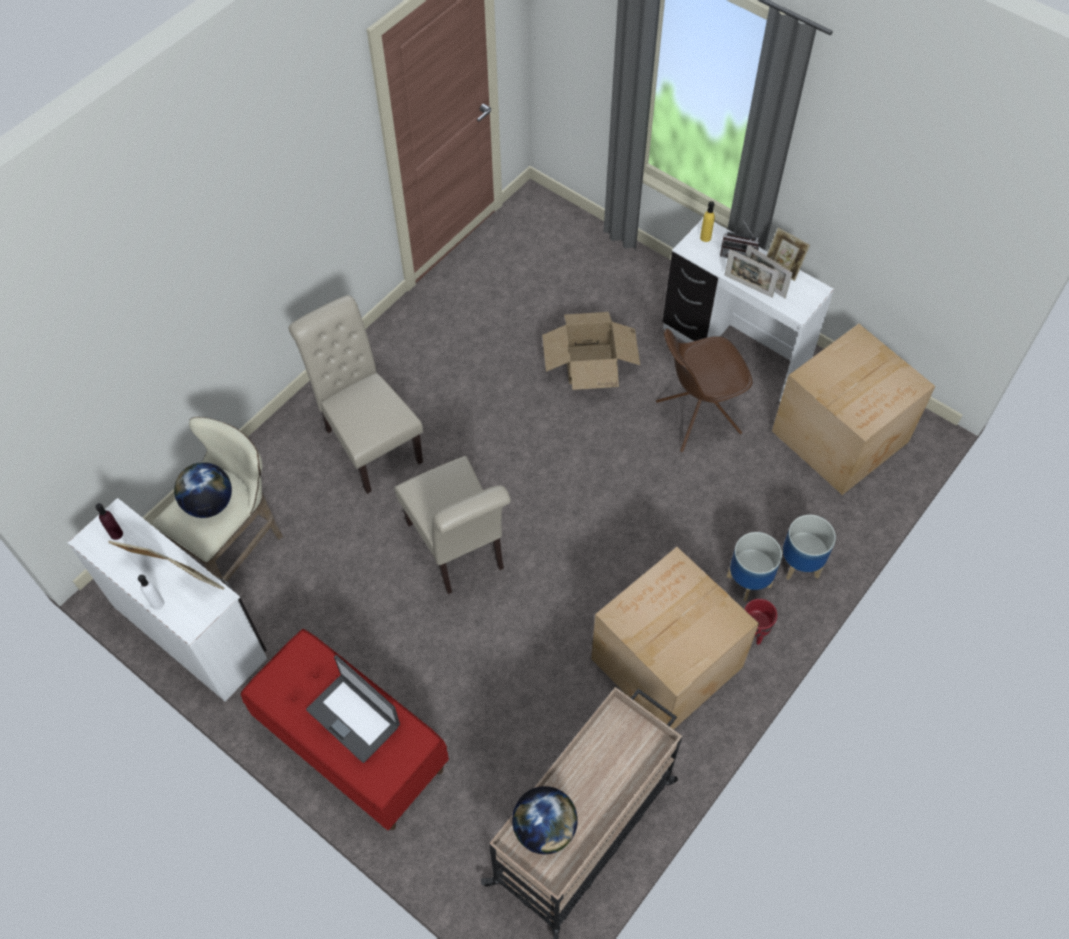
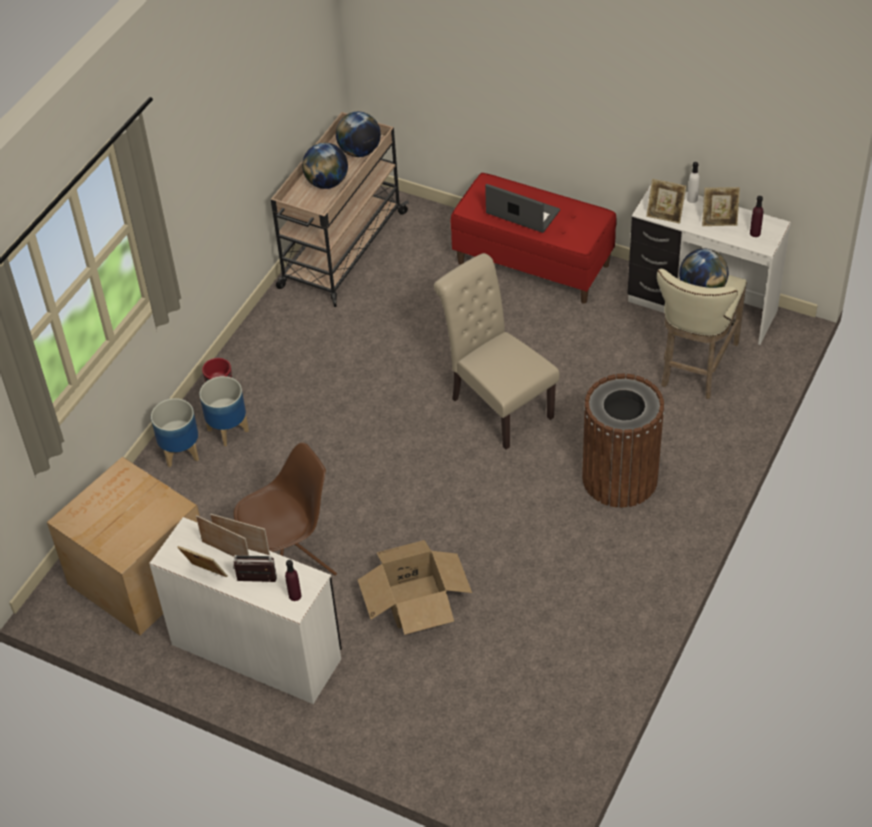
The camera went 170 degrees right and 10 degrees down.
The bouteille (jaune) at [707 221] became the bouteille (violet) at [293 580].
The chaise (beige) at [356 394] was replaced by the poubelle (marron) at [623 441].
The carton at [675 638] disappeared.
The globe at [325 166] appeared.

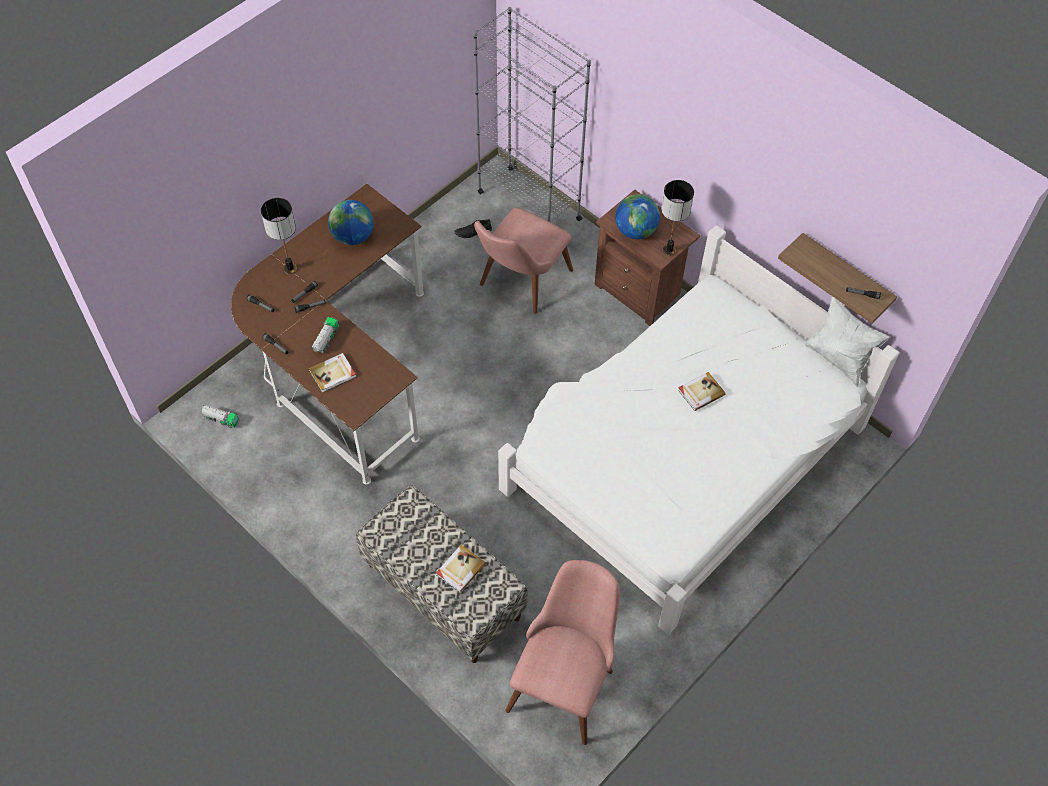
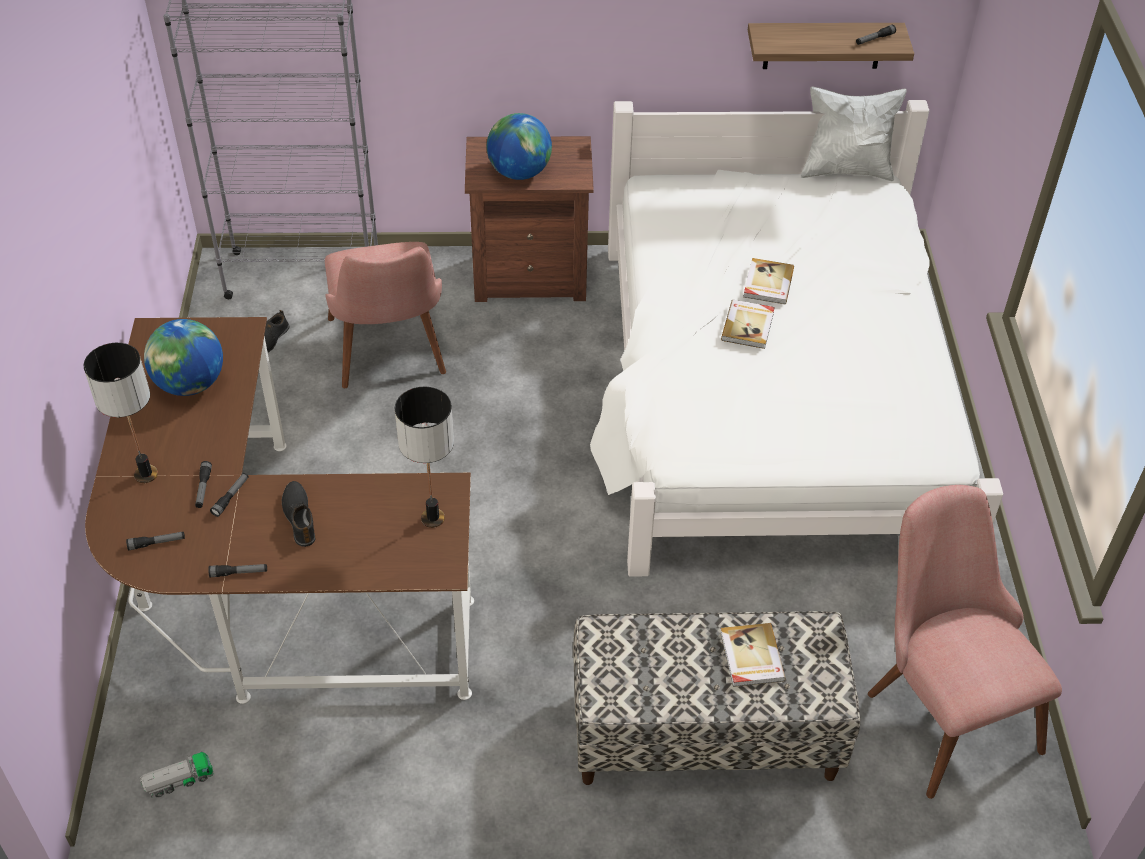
The camera went 45 degrees left and 10 degrees down.
The lampe de table moved from [677 218] to [424 457].
The camion jouet at [325 335] was replaced by the chaussure (noir) at [298 514].
The livre moved from [332 373] to [748 324].

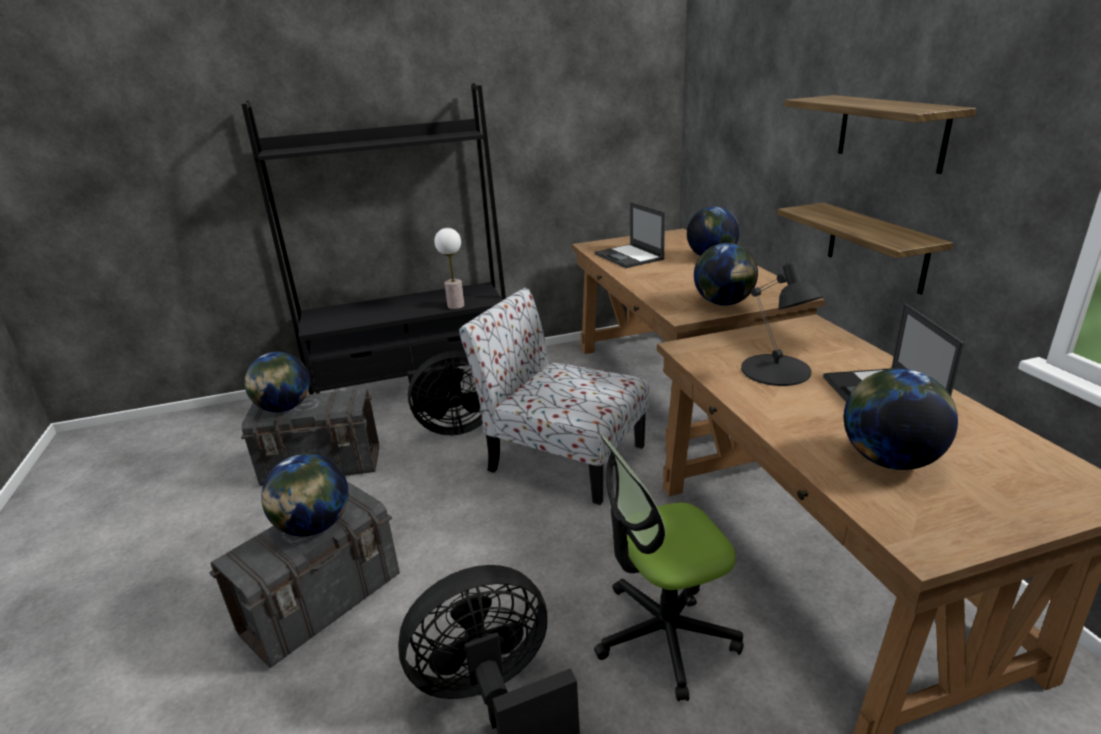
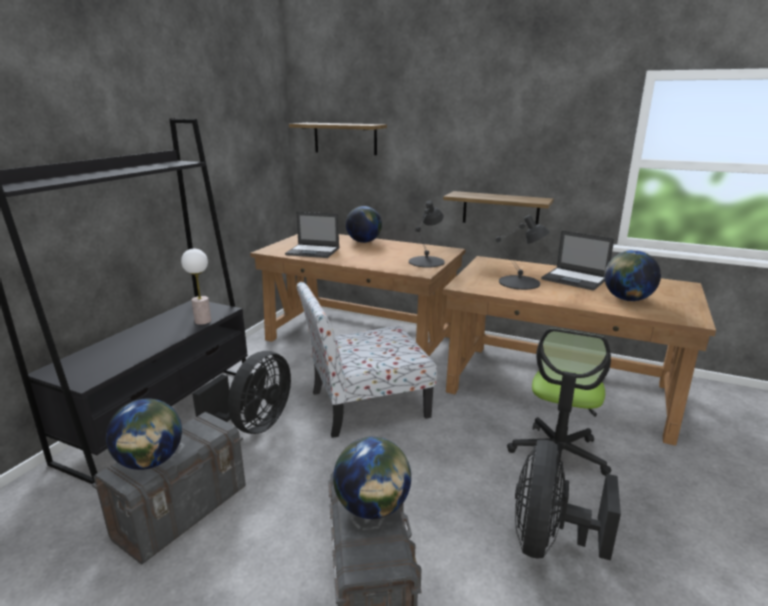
The camera went 50 degrees left and 5 degrees down.
The étagère moved from [880 134] to [338 139].
The globe at [726 274] was replaced by the lampe de table (noir) at [427 234].

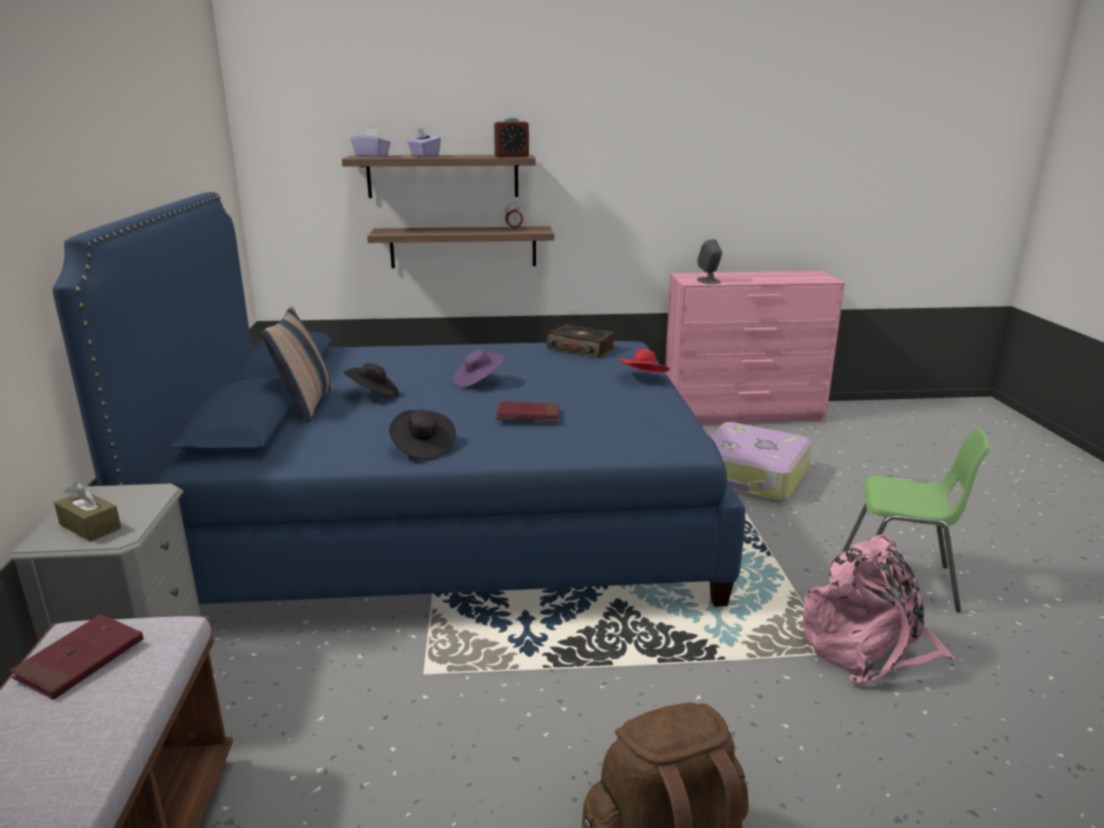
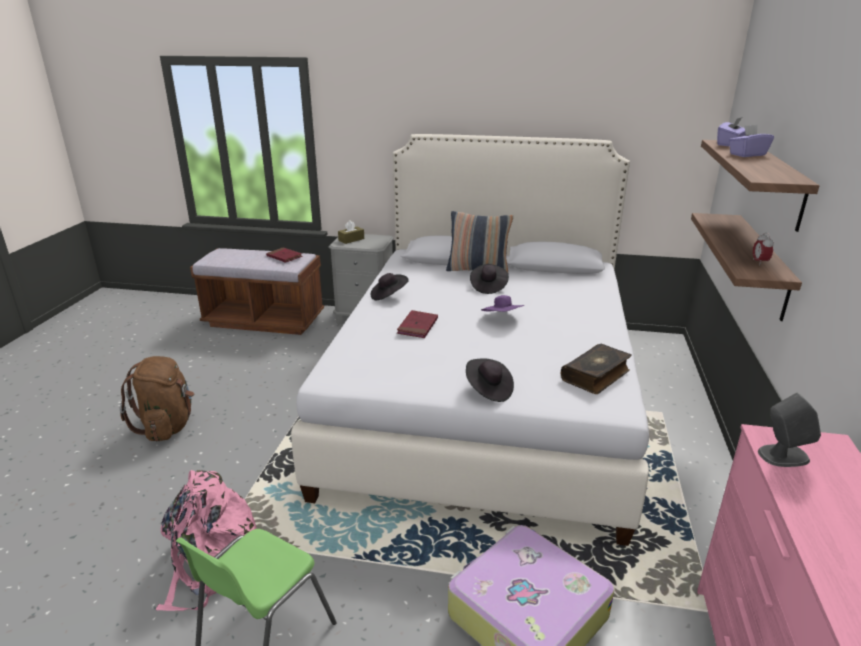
The camera went 105 degrees right and 5 degrees up.
The réveil at [511 137] disappeared.
The lit (bleu) at [399 399] became the lit (blanc) at [470 340].
The chapeau (rouge) at [644 360] became the chapeau (noir) at [490 380].

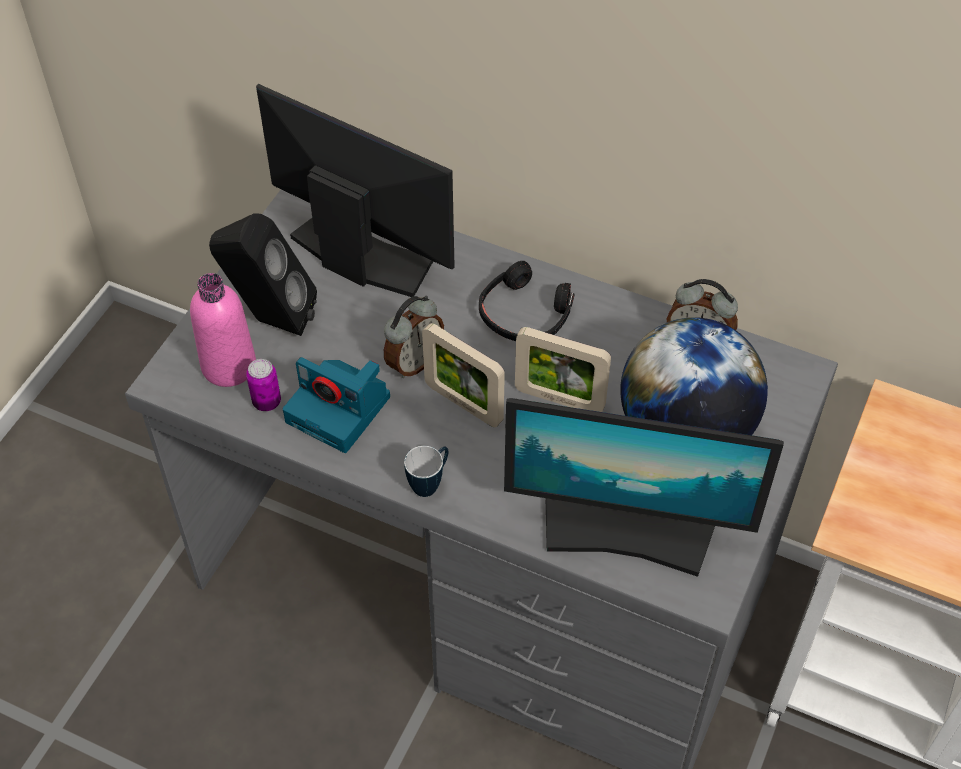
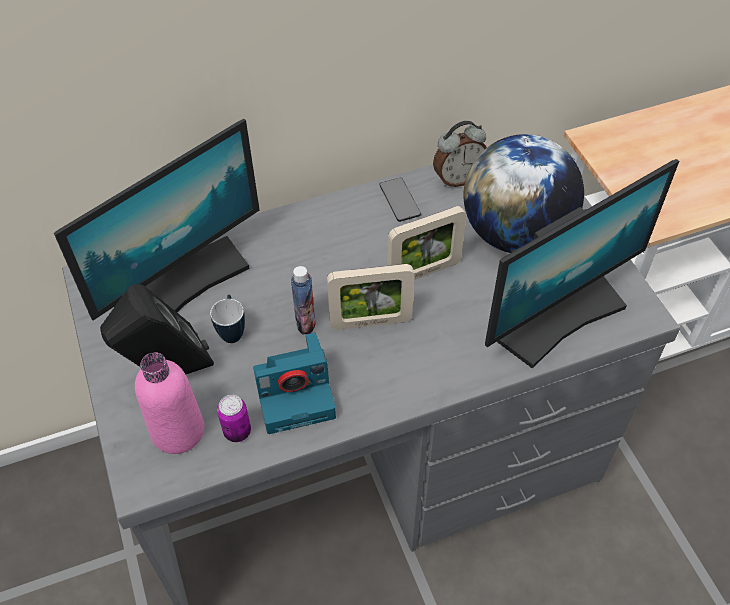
The camera went 45 degrees left and 0 degrees up.
The écran d'ordinateur at [355 190] turned 150 degrees clockwise.
The casque audio (noir) at [527 301] disappeared.
The réveil at [414 337] was replaced by the bouteille at [303 300].
The mug moved from [426 471] to [227 319].
The téléphone at [400 200] appeared.

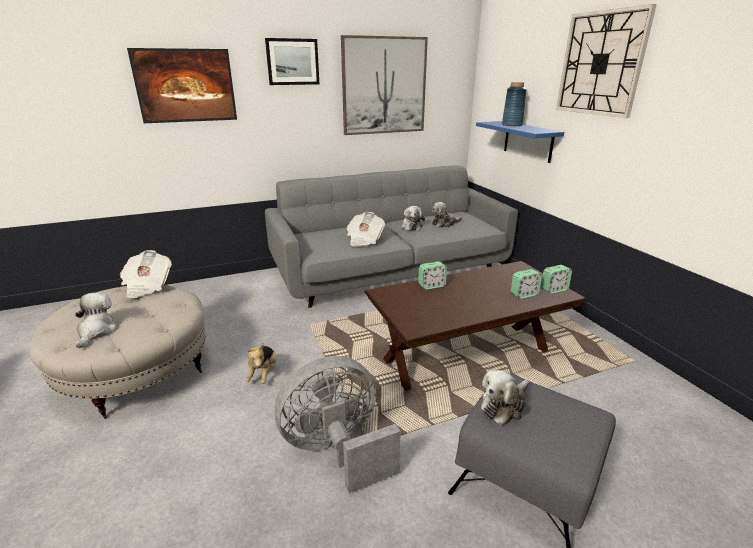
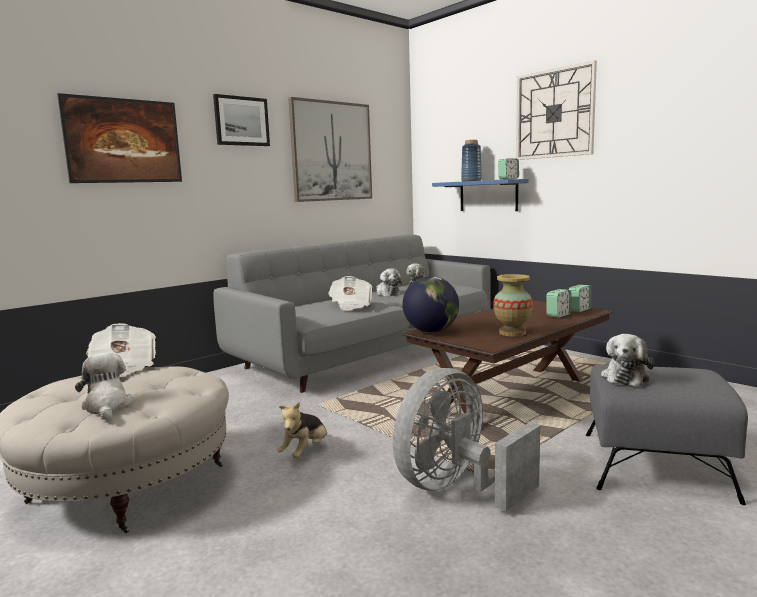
The camera went 20 degrees left and 15 degrees down.
The réveil moved from [432 275] to [508 168].
The peluche at [261 364] turned 45 degrees clockwise.
The vase at [513 305] appeared.
The globe at [430 304] appeared.

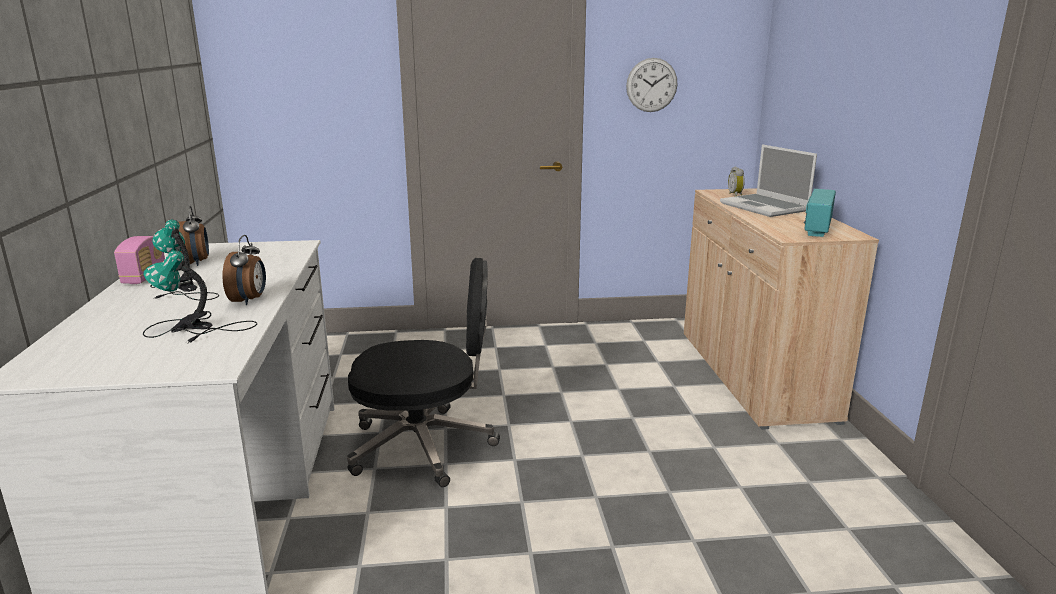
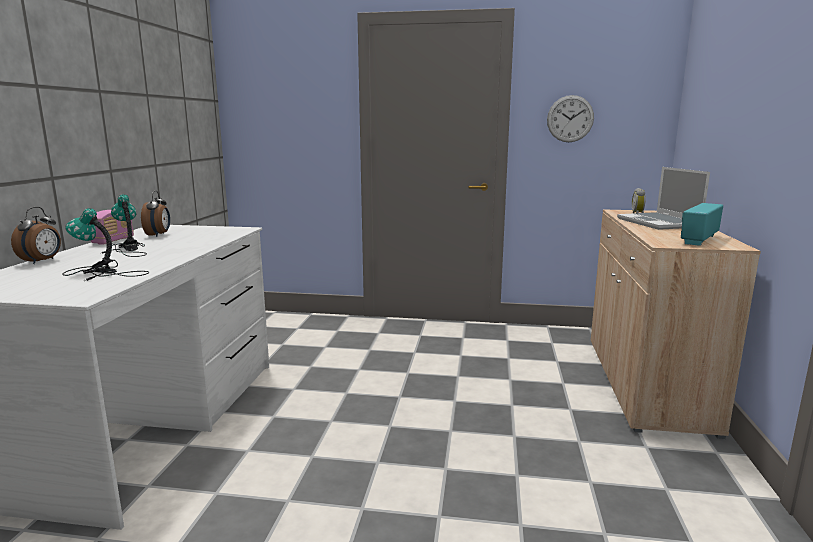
The camera went 15 degrees right and 5 degrees down.
The réveil moved from [244 270] to [36 235].
The chaise de bureau (noir) at [423 372] disappeared.

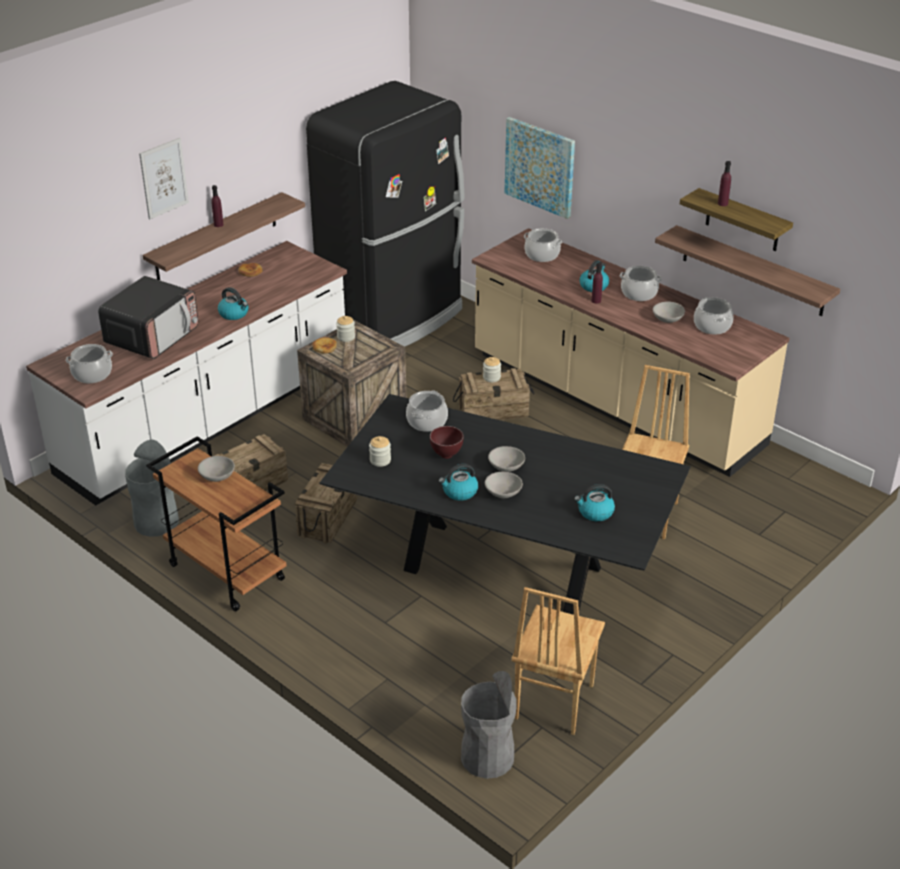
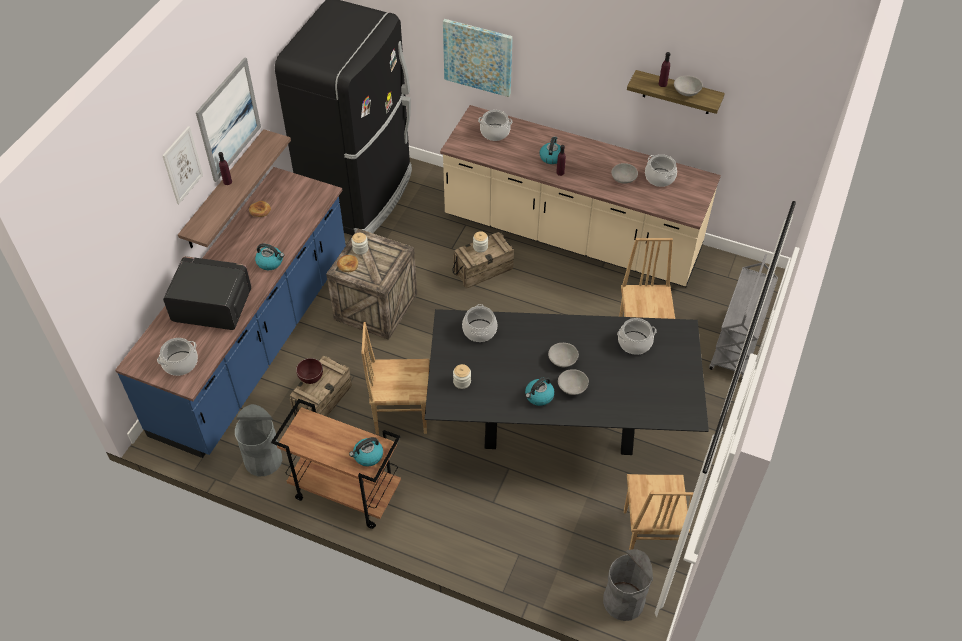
The camera went 20 degrees left and 15 degrees up.
The étagère at [747 270] disappeared.
The comptoir de cuisine (blanc) at [186 373] became the comptoir de cuisine (bleu) at [230 312].
The marmite moved from [641 283] to [637 336].
The micro-ondes at [148 317] turned 90 degrees counterclockwise.
The bol (marron) moved from [447 442] to [309 371].
The bol (gris) moved from [216 469] to [688 86].
The caisse at [326 503] was replaced by the chaise (marron) at [395 378].
The bouilloire moved from [594 502] to [366 451].
The tableau at [228 119] appeared.
The chariot (gris) at [743 316] appeared.

